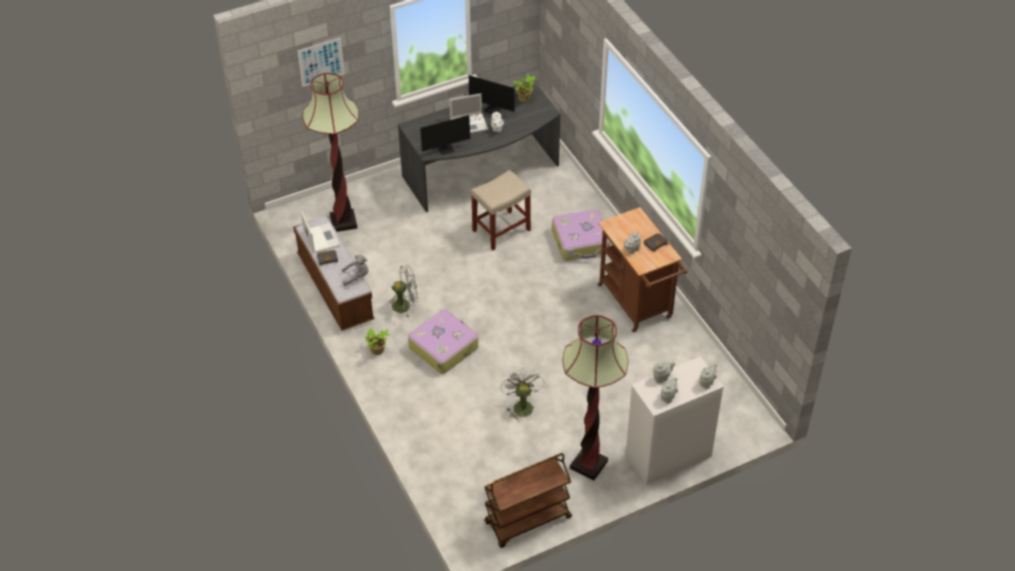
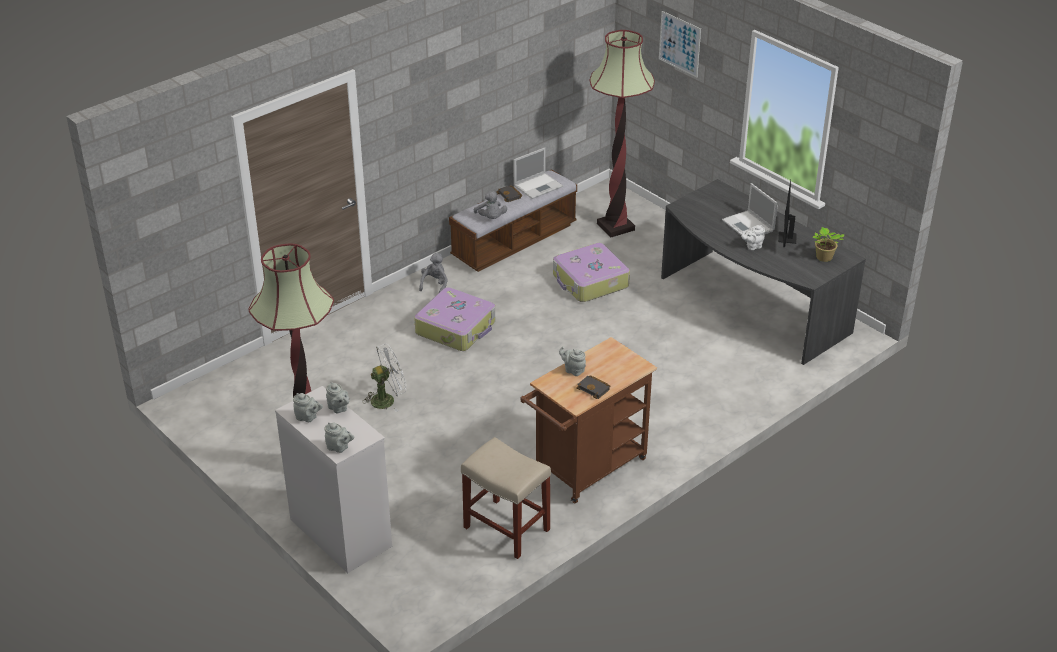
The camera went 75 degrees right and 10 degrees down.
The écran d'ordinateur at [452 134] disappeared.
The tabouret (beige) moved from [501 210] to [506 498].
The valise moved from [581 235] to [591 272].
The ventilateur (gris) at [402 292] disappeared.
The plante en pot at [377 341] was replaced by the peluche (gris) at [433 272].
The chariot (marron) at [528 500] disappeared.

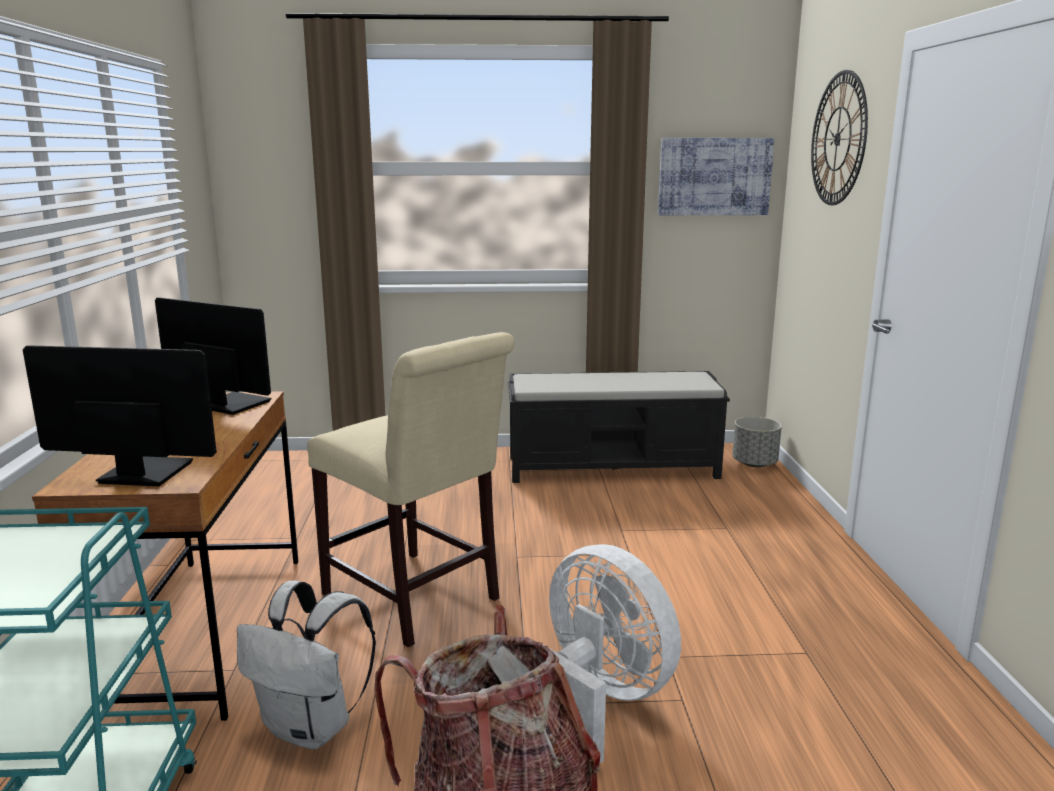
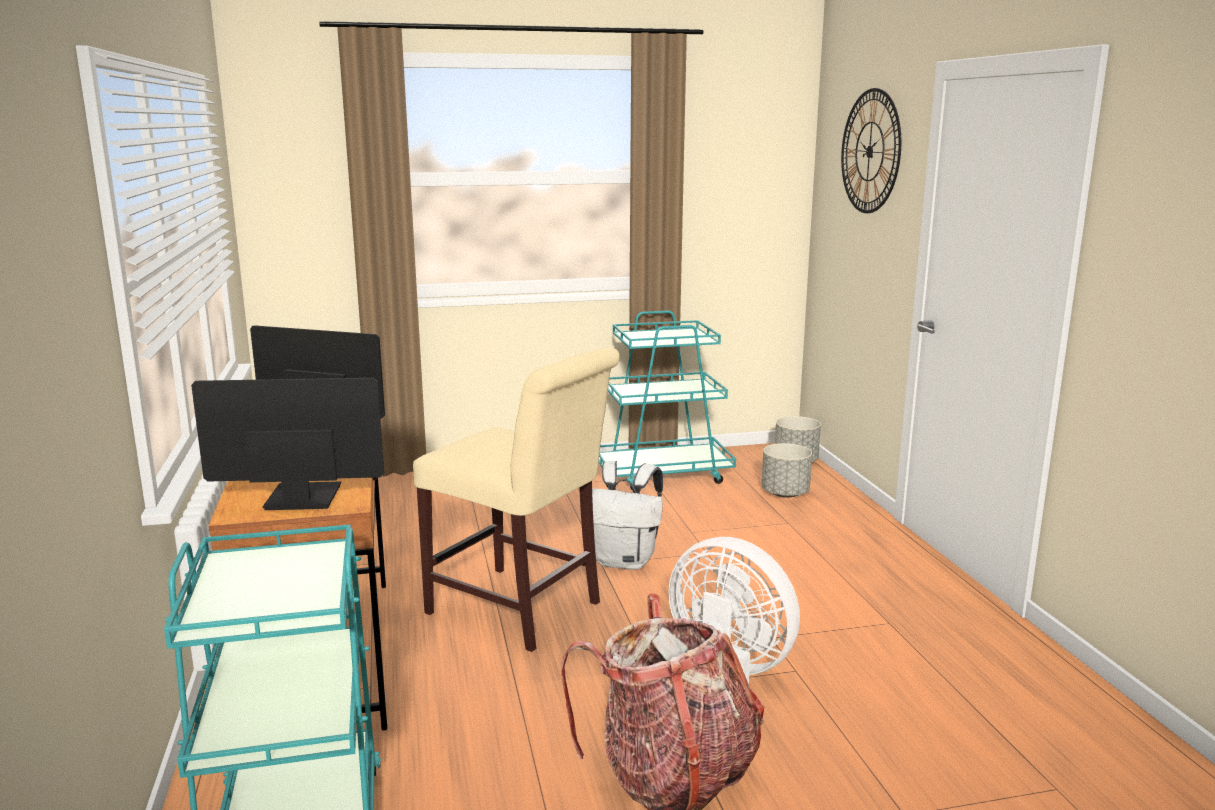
The camera went 10 degrees left and 0 degrees up.
The tableau at [716 176] disappeared.
The banc (noir) at [619 427] was replaced by the chariot (turquoise) at [667 400].
The sac à dos (blanc) moved from [306 665] to [627 515].
The cache-pot (gris) at [787 470] appeared.

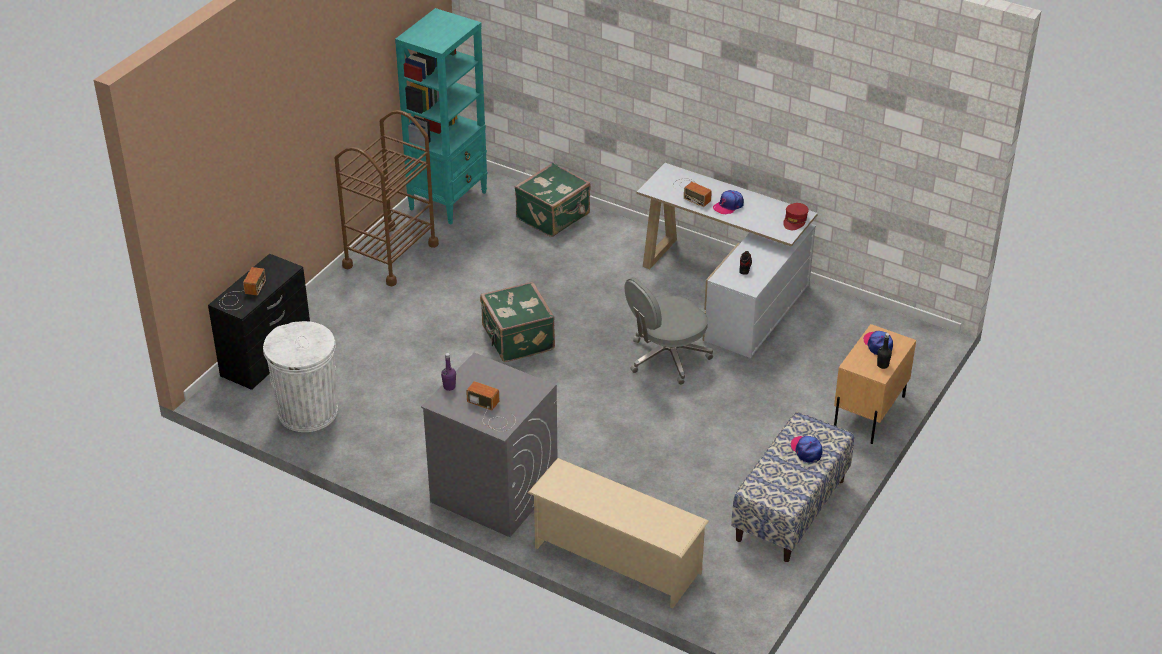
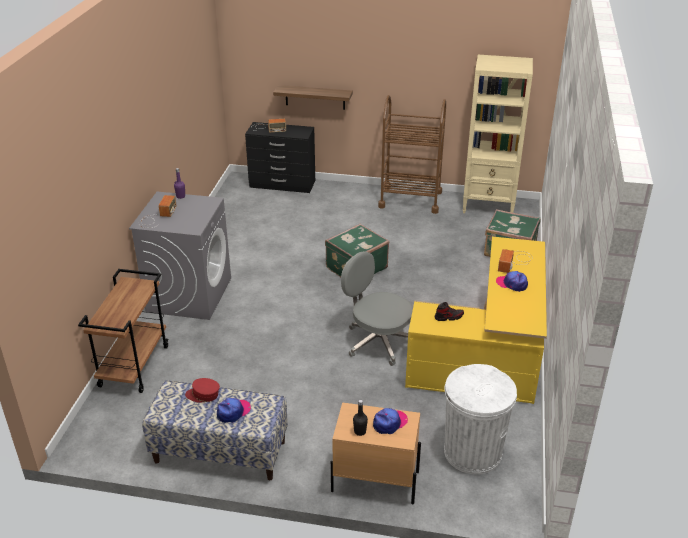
The camera went 70 degrees right and 5 degrees down.
The bibliothèque (turquoise) at [441 116] became the bibliothèque (beige) at [498 134].
The bureau (blanc) at [727 260] became the bureau (jaune) at [476 320].
The casquette (rouge) moved from [796 216] to [202 390].
The poubelle (blanc) moved from [300 376] to [480 419].
The étagère à chaussures (beige) at [618 533] was replaced by the chariot (marron) at [123 331].
The étagère at [313 97] appeared.

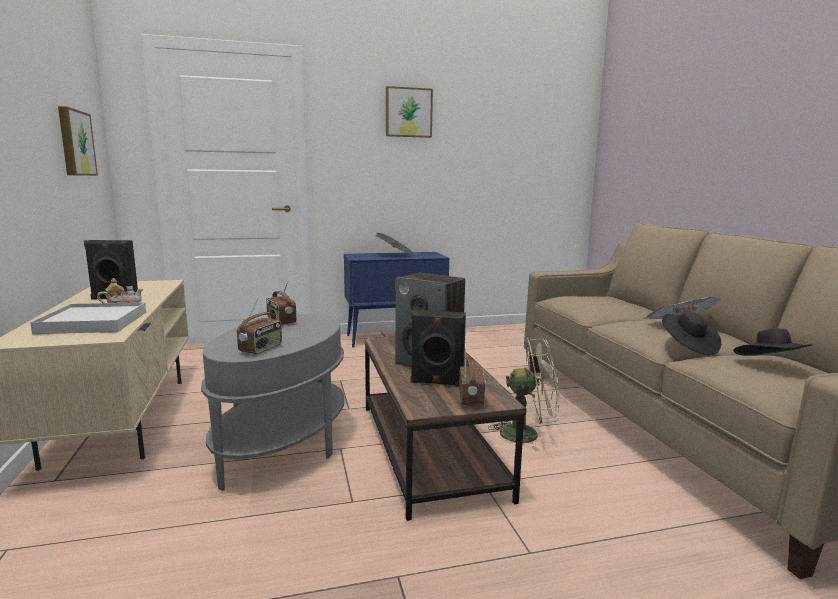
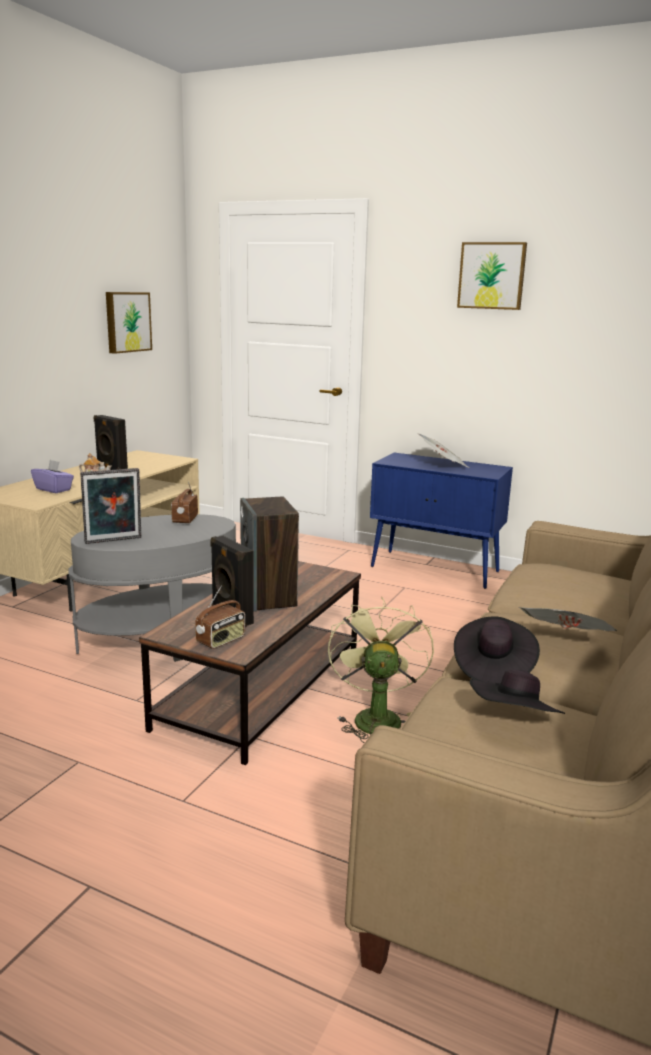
The camera went 40 degrees right and 5 degrees up.
The radio at [259 326] was replaced by the cadre photo at [110 506].
The plateau (blanc) at [88 318] was replaced by the boîte à mouchoirs (violet) at [52 476].
The ventilateur (vert) at [524 394] turned 135 degrees counterclockwise.

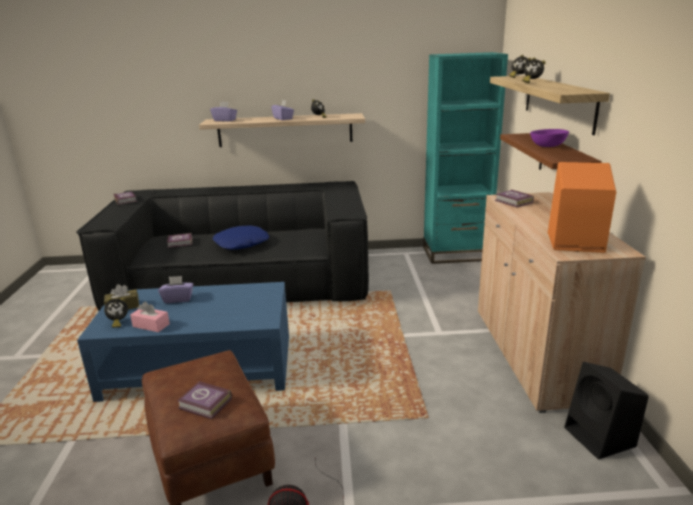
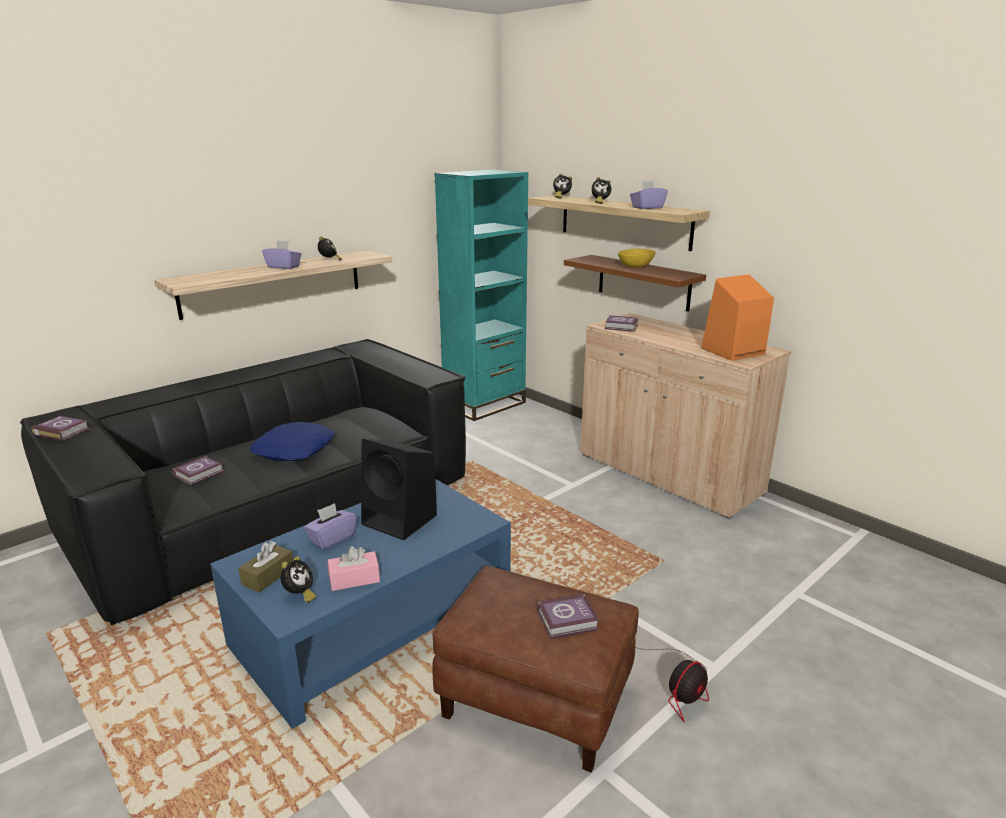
The camera went 40 degrees left and 0 degrees up.
The boîte à mouchoirs (violet) moved from [223 111] to [649 195].
The bol (violet) at [549 138] became the bol (jaune) at [637 258].
The enceinte (noir) moved from [606 410] to [399 489].

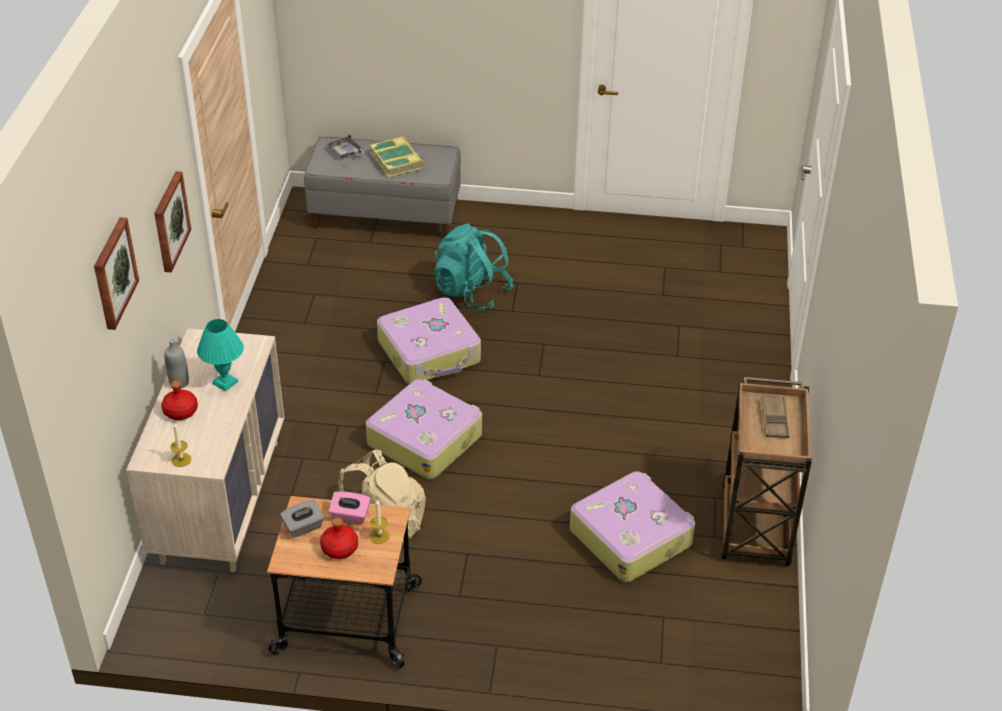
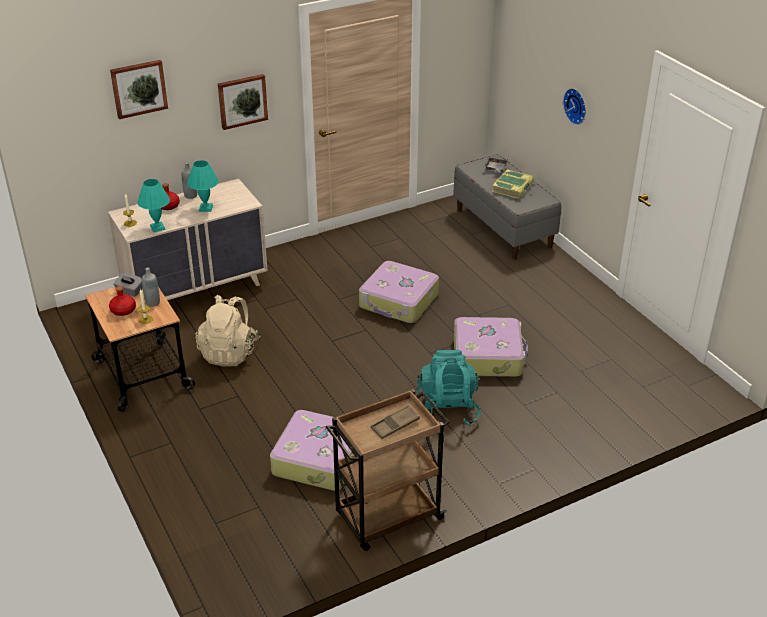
The camera went 55 degrees right and 5 degrees down.
The sac à dos (turquoise) moved from [473 267] to [449 388].
The valise moved from [424 429] to [491 347].
The boîte à mouchoirs (rose) at [350 507] was replaced by the bouteille (gris) at [151 287].
The horloge murale at [574 106] appeared.
The lampe de table (turquoise) at [154 205] appeared.

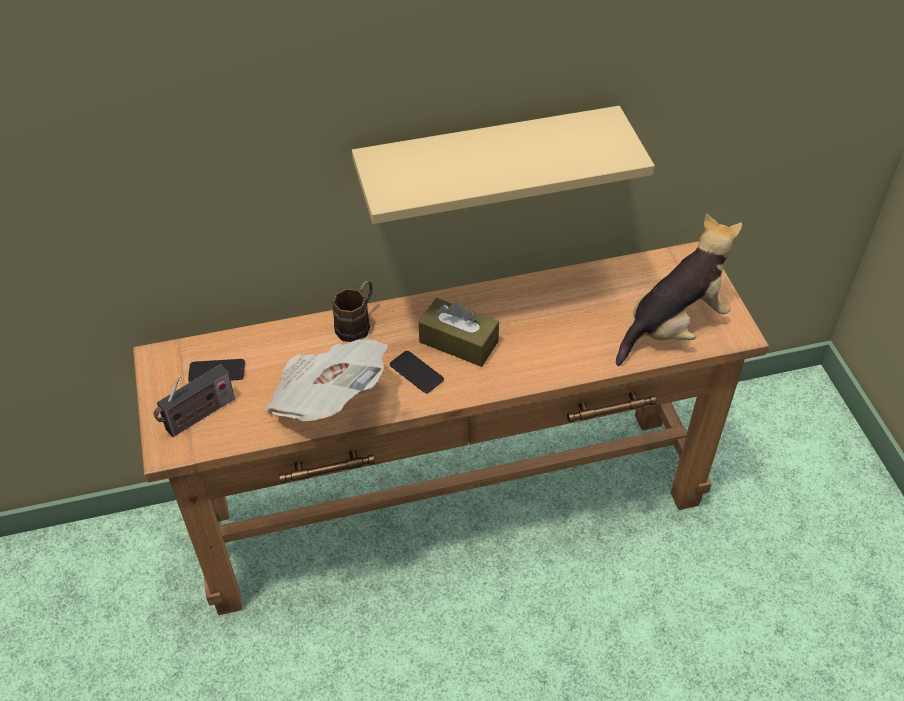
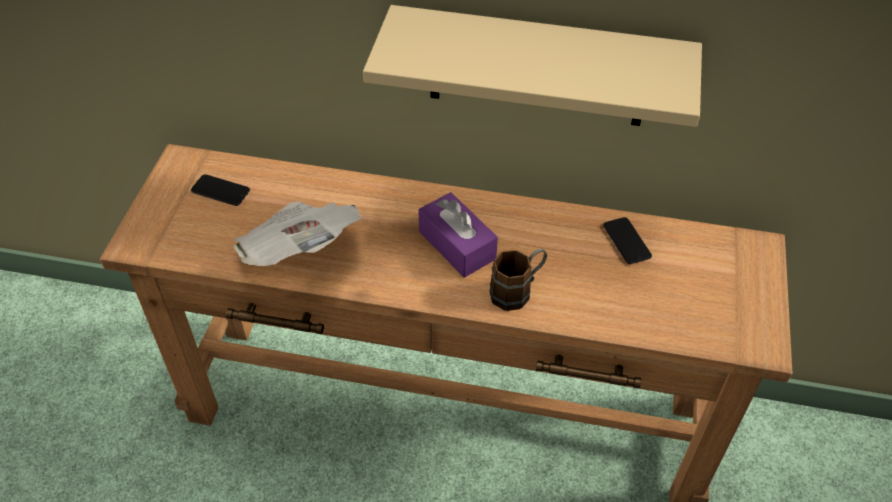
The camera went 25 degrees right and 0 degrees up.
The peluche at [679 290] disappeared.
The mug (marron) moved from [352 311] to [518 280].
The boîte à mouchoirs (marron) at [459 332] became the boîte à mouchoirs (violet) at [458 235].
The téléphone moved from [417 372] to [627 240].
The radio at [194 400] disappeared.

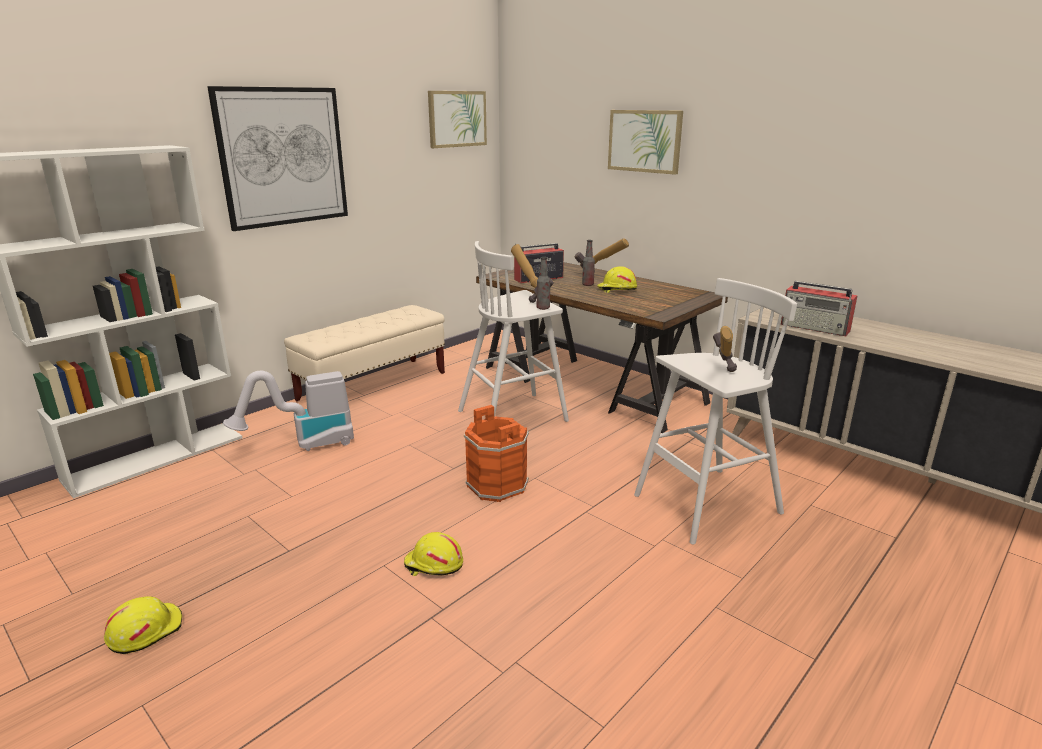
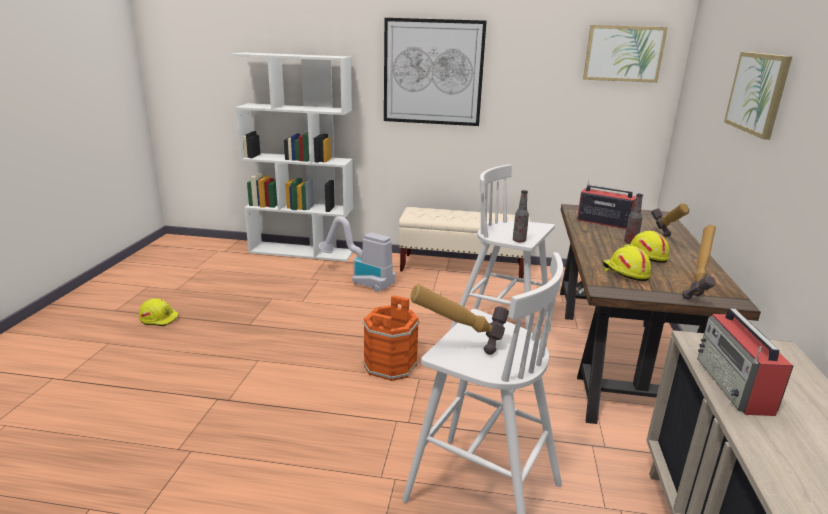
The camera went 55 degrees right and 0 degrees up.
The marteau moved from [532 273] to [699 262].
The casque de chantier (jaune) moved from [433 554] to [627 263].

